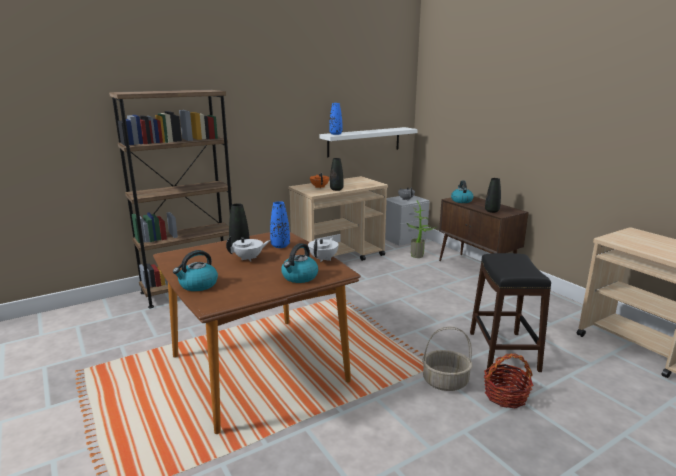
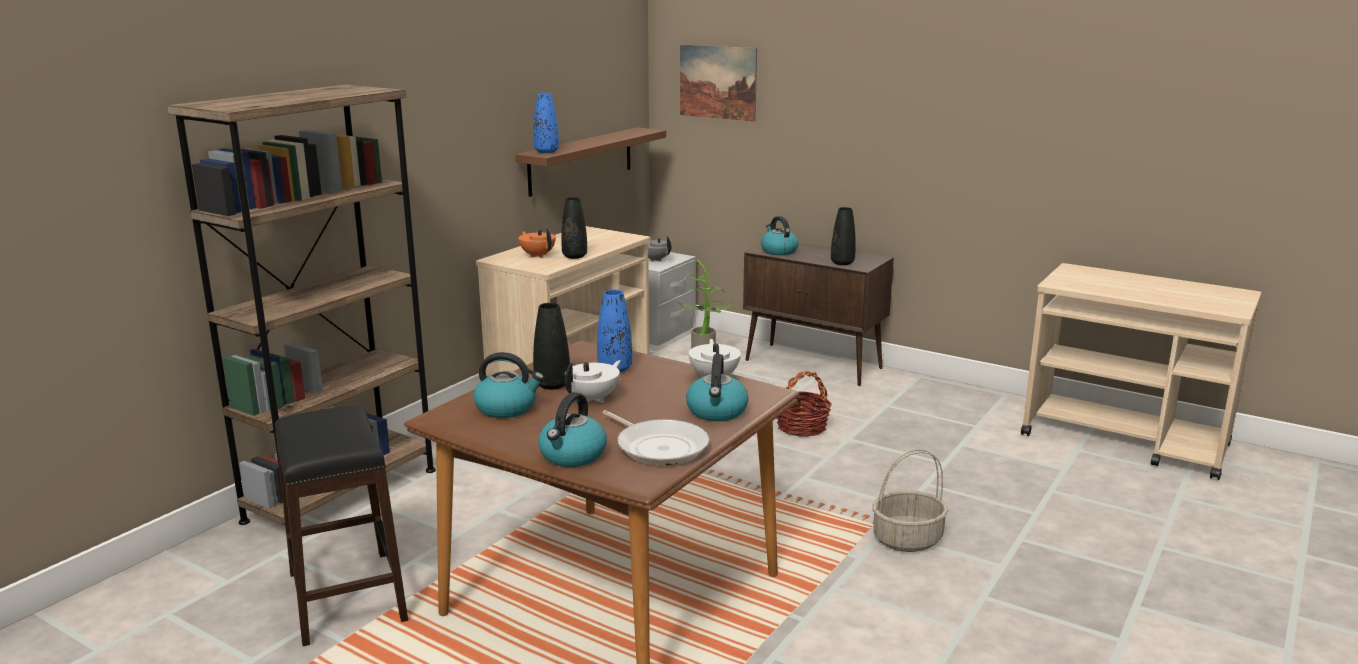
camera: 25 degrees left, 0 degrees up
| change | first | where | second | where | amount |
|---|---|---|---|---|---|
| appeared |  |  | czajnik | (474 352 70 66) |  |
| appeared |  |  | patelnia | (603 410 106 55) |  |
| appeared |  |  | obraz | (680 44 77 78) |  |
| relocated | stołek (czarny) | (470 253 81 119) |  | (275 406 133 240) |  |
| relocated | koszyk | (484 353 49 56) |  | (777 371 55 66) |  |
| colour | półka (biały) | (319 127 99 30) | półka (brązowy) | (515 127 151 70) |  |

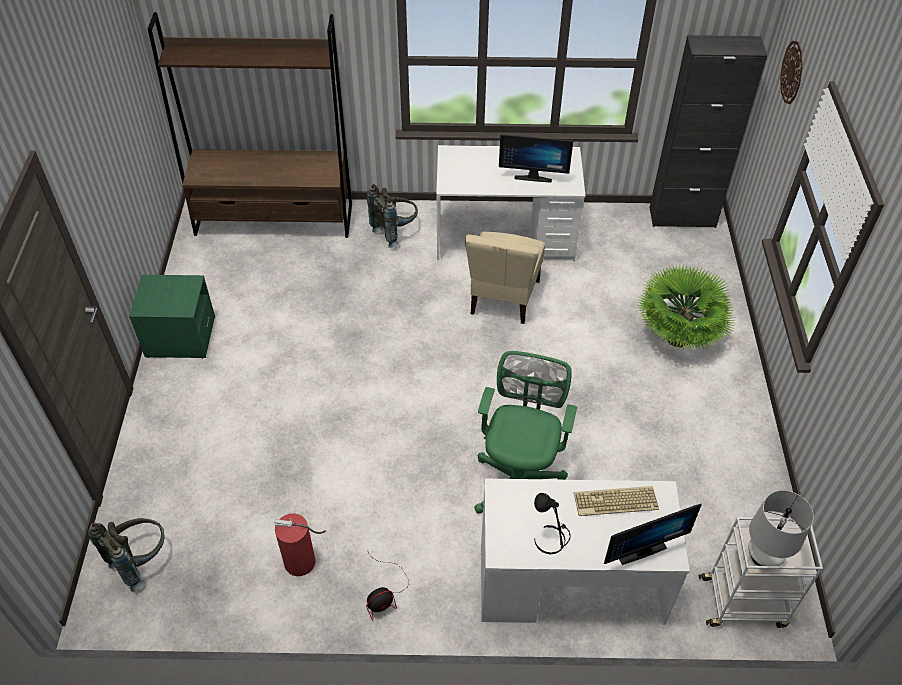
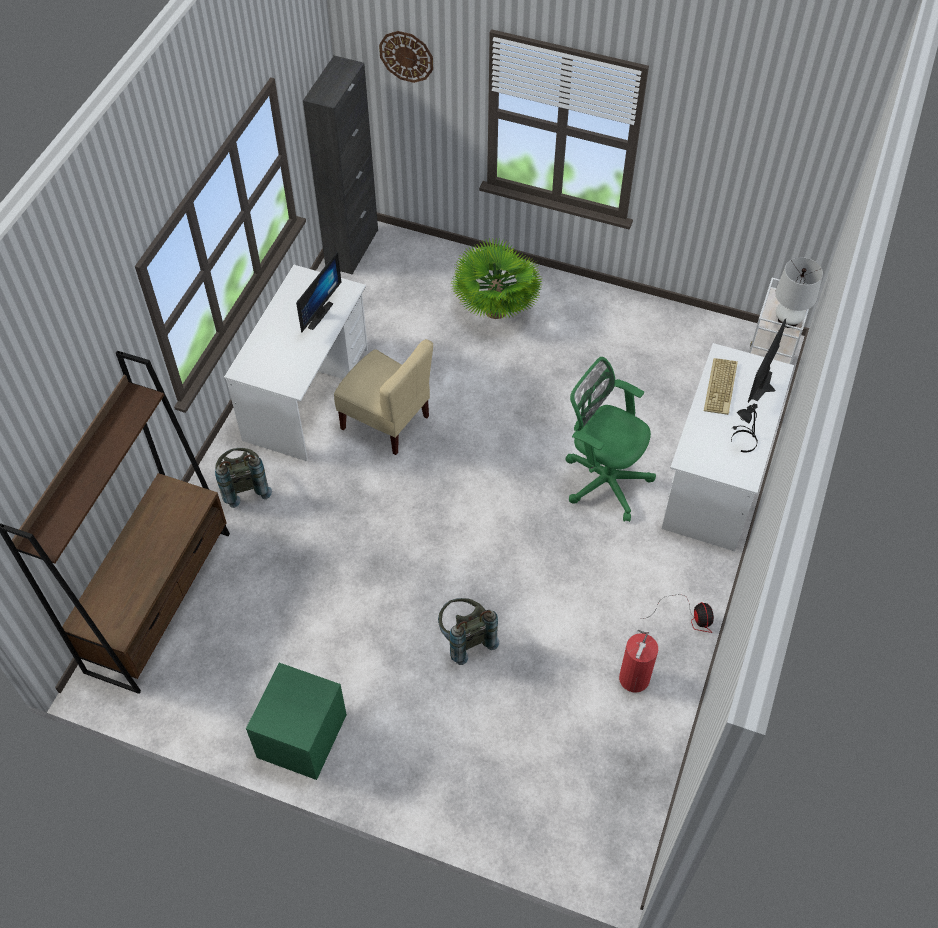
camera: 70 degrees left, 5 degrees up
| change | first | where | second | where | amount |
|---|---|---|---|---|---|
| relocated | plecak (szary) | (88 518 76 74) |  | (438 598 61 67) |  |
| spun | monitor | (604 503 98 62) |  | (748 319 38 84) | 150 degrees counterclockwise |

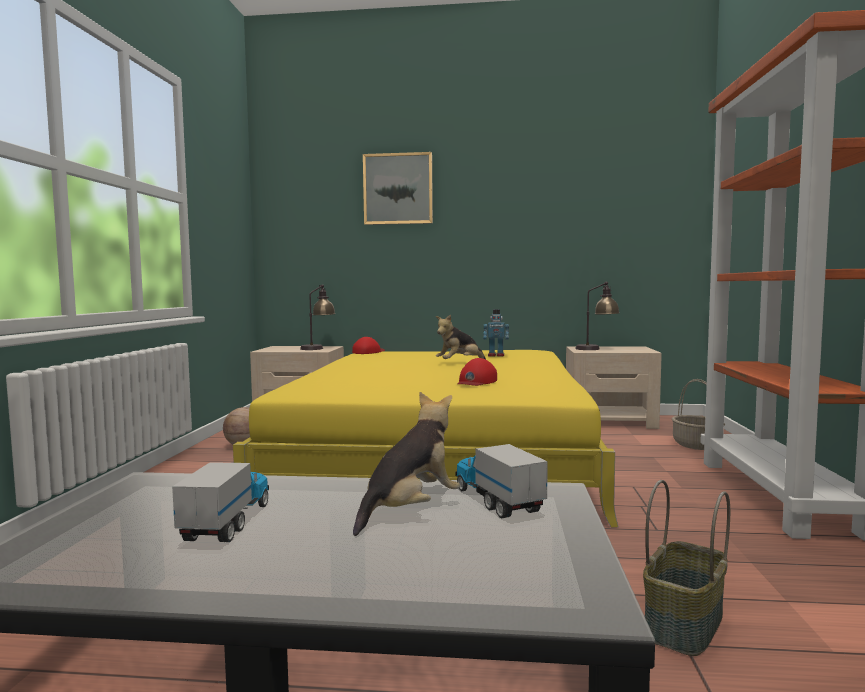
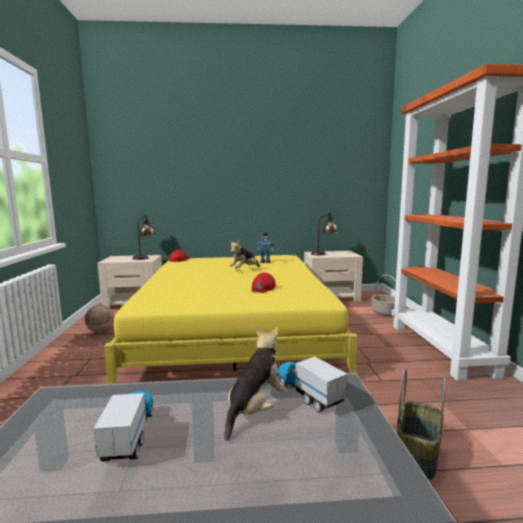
camera: 10 degrees left, 5 degrees up
| change | first | where | second | where | amount |
|---|---|---|---|---|---|
| missing | obraz | (363 152 70 73) |  |  |  |

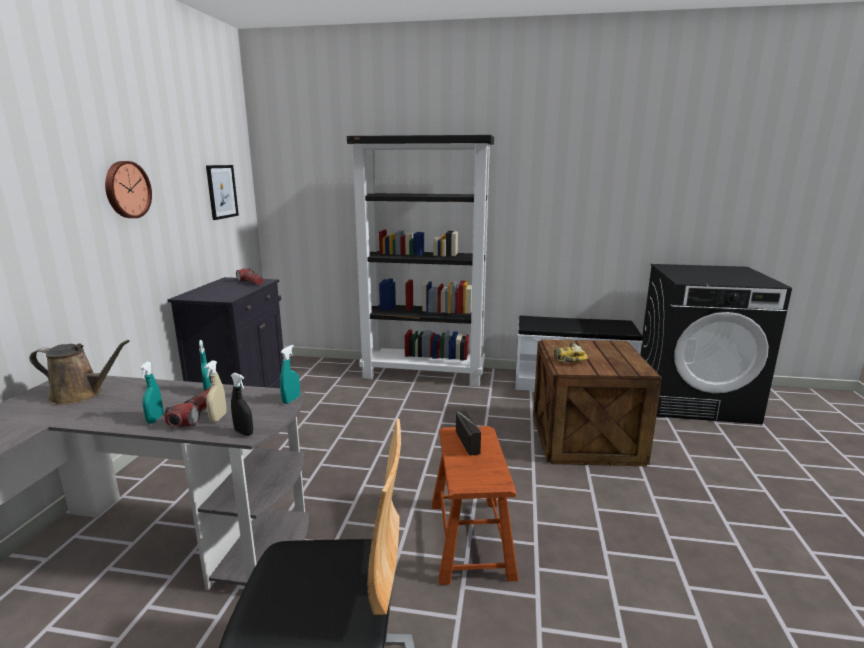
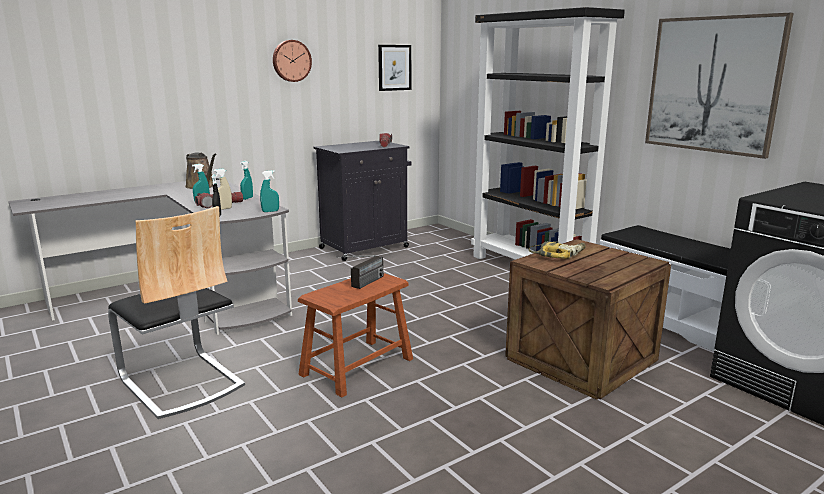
camera: 45 degrees right, 0 degrees up
| change | first | where | second | where | amount |
|---|---|---|---|---|---|
| appeared |  |  | obraz | (645 13 149 146) |  |

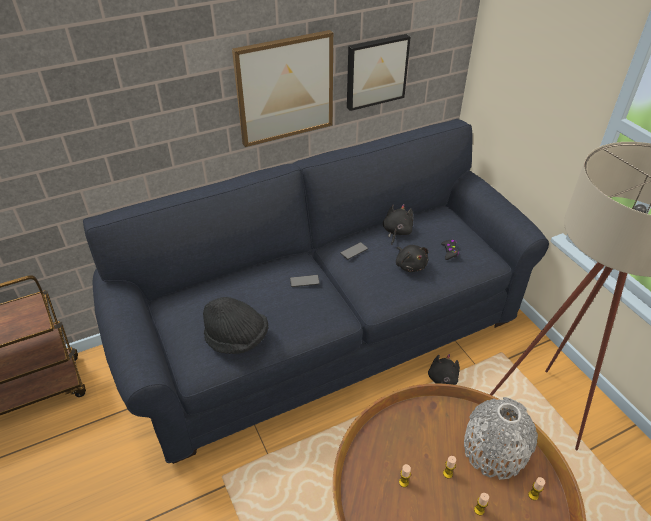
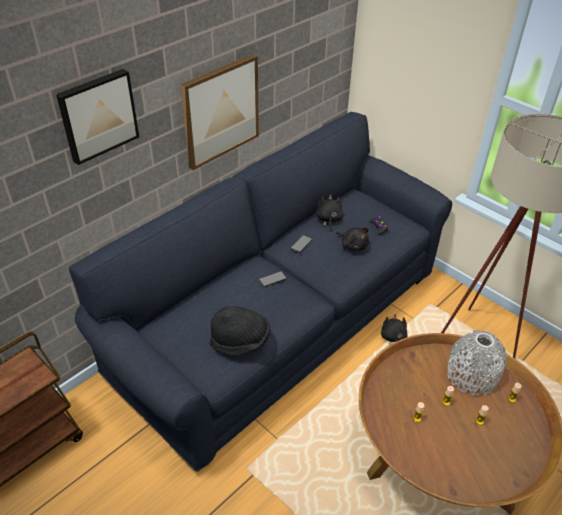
camera: 20 degrees left, 0 degrees up
| change | first | where | second | where | amount |
|---|---|---|---|---|---|
| relocated | obraz | (347 34 63 77) |  | (56 69 83 96) |  |

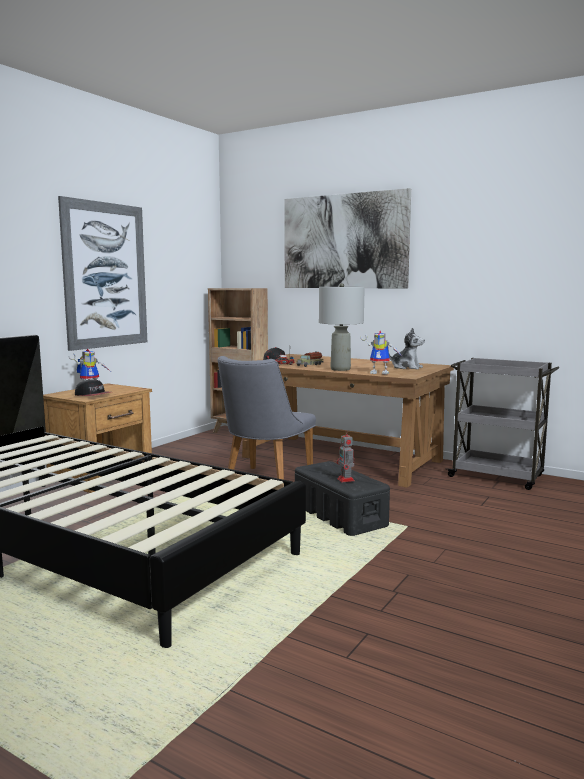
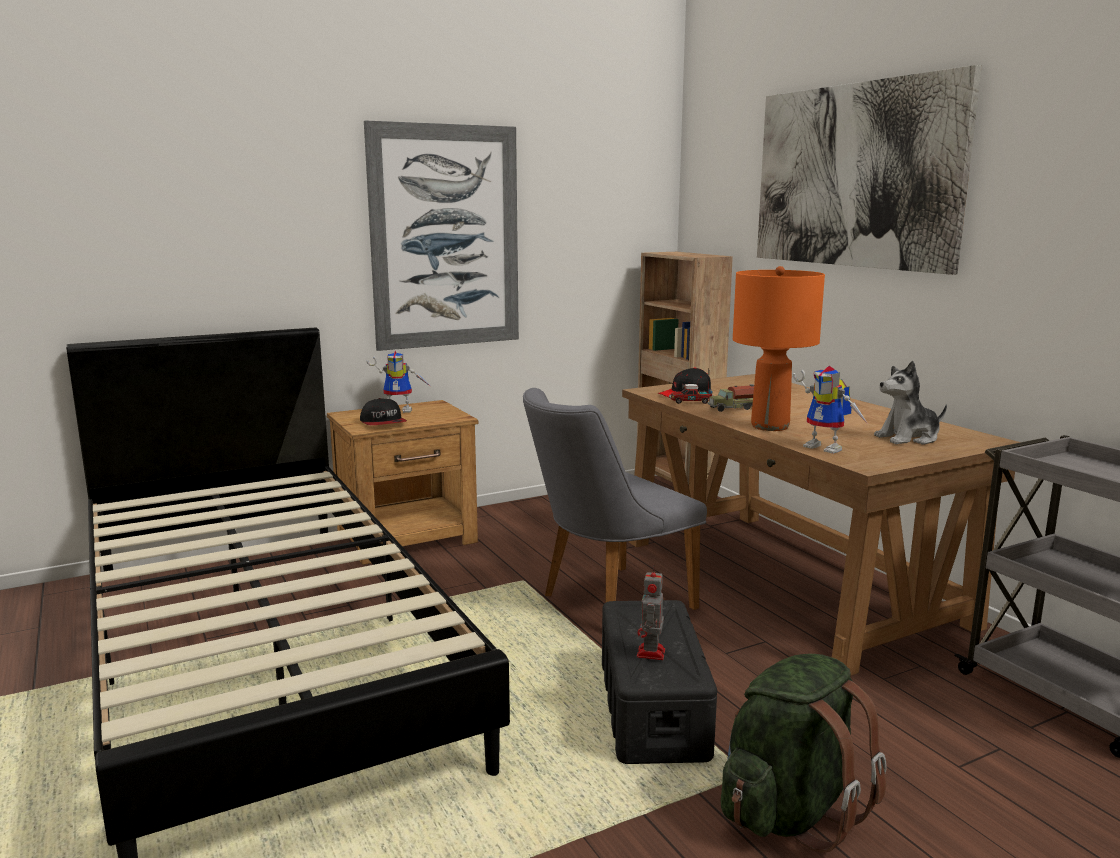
camera: 30 degrees right, 5 degrees up
| change | first | where | second | where | amount |
|---|---|---|---|---|---|
| appeared |  |  | plecak (zielony) | (721 654 166 199) |  |
| colour | lampa stołowa (szary) | (319 283 46 88) | lampa stołowa (pomarańczowy) | (733 266 92 165) |  |
| spun | pluszak | (389 328 36 42) |  | (874 361 73 84) | 105 degrees clockwise |

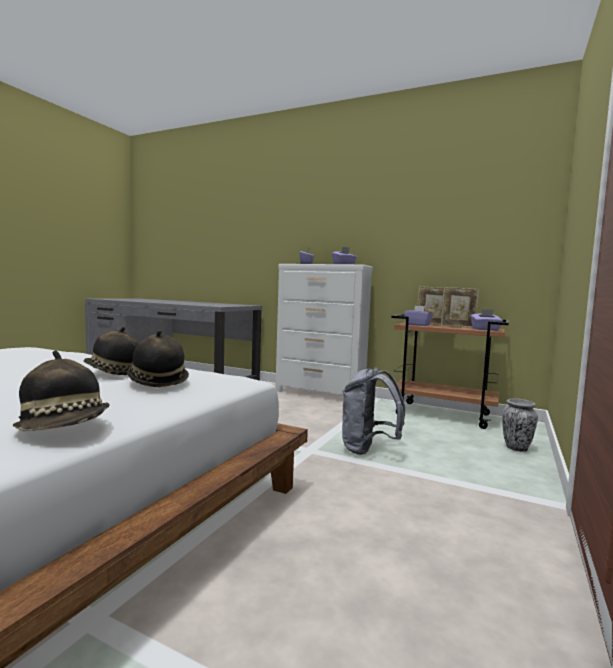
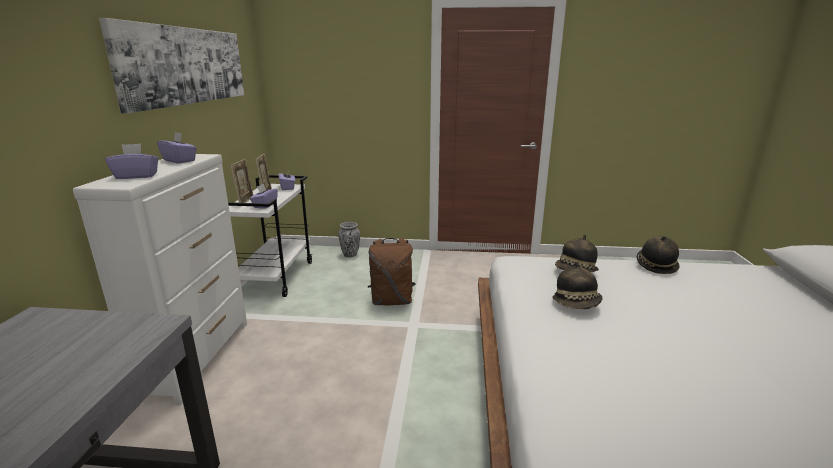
camera: 110 degrees left, 15 degrees up
| change | first | where | second | where | amount |
|---|---|---|---|---|---|
| appeared |  |  | obraz | (99 18 145 96) |  |
| colour | plecak (szary) | (342 367 63 88) | plecak (brązowy) | (368 238 48 67) |  |
| colour | wózek (brązowy) | (391 314 118 115) | wózek (biały) | (228 175 84 122) |  |

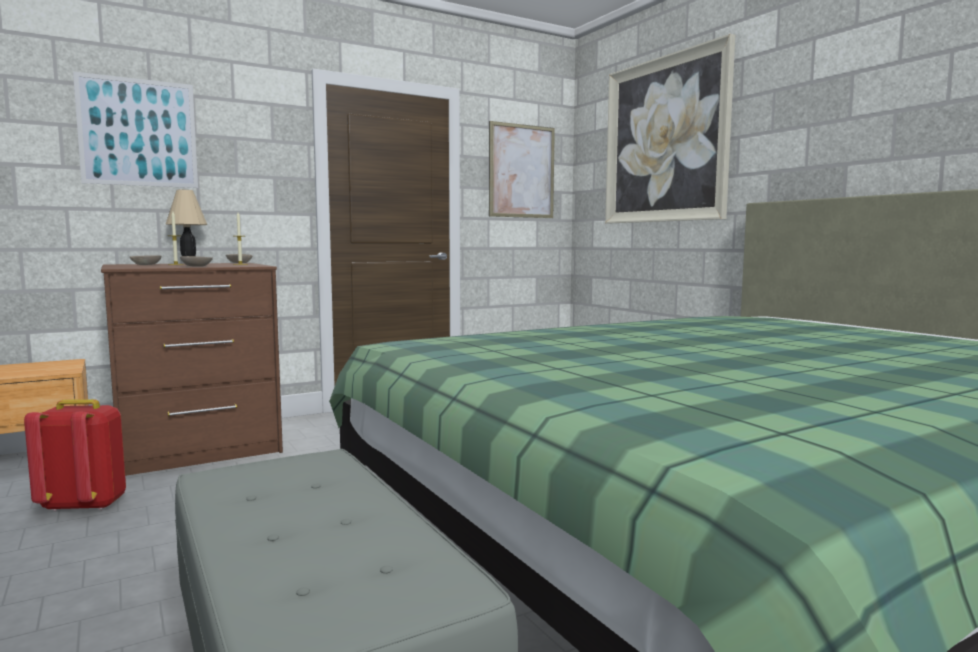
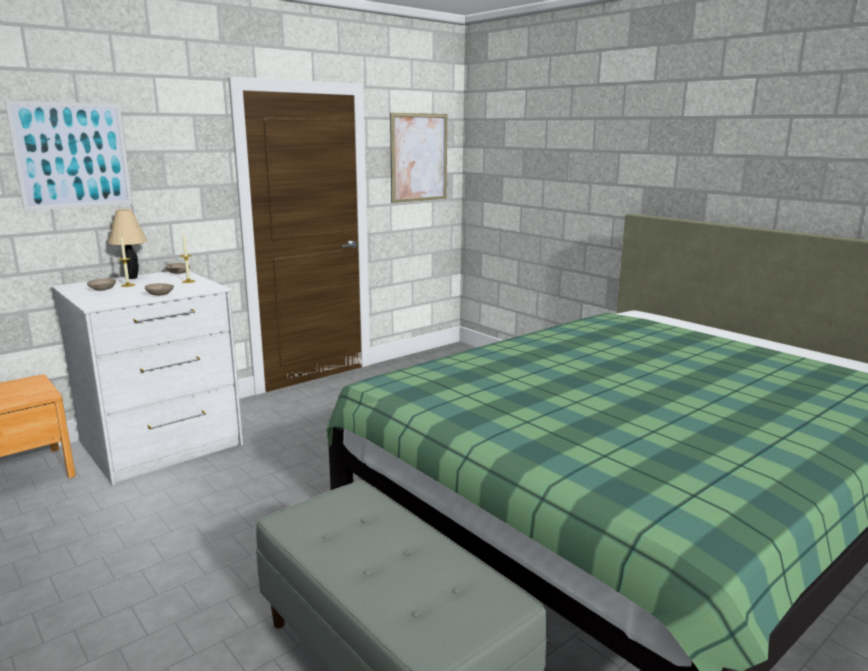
camera: 10 degrees left, 10 degrees up
| change | first | where | second | where | amount |
|---|---|---|---|---|---|
| missing | plecak (czerwony) | (24 399 102 112) |  |  |  |
| missing | obraz | (605 34 130 189) |  |  |  |
| colour | komoda (brązowy) | (101 263 182 213) | komoda (biały) | (52 271 191 214) |  |

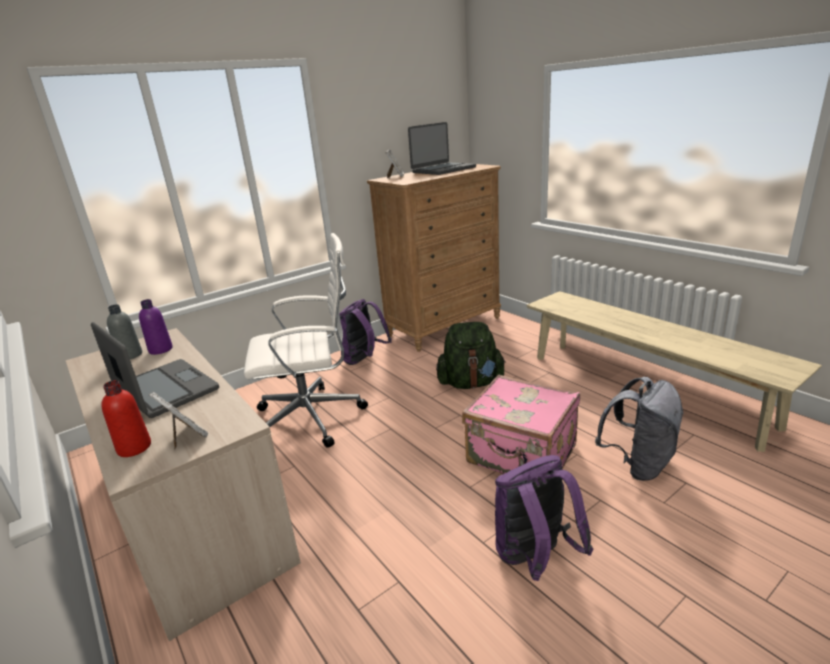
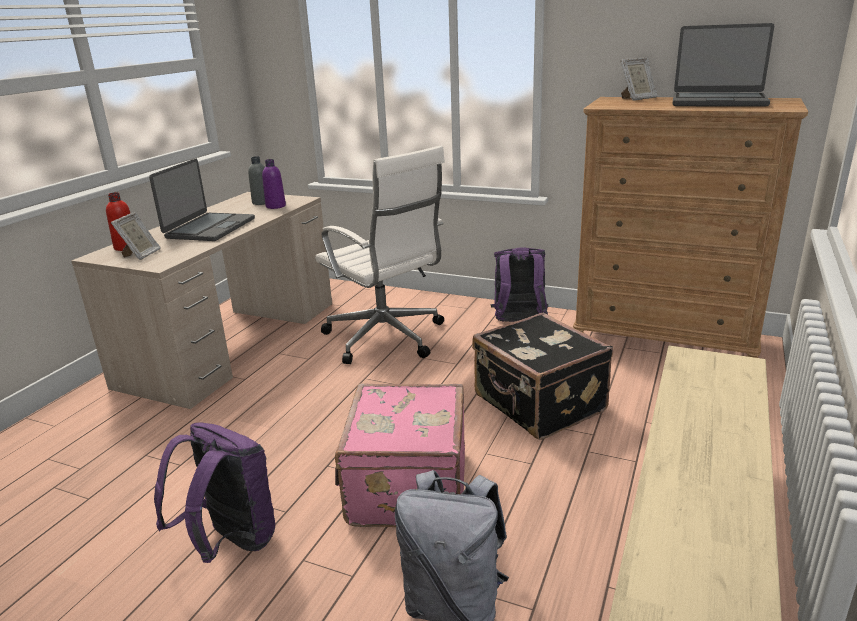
camera: 60 degrees right, 0 degrees up
| change | first | where | second | where | amount |
|---|---|---|---|---|---|
| exchanged | plecak (zielony) | (436 322 70 67) | walizka (czarny) | (472 312 141 128) |  |

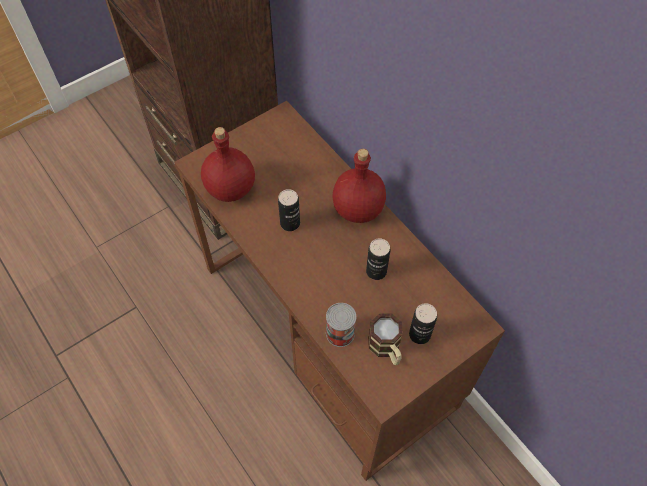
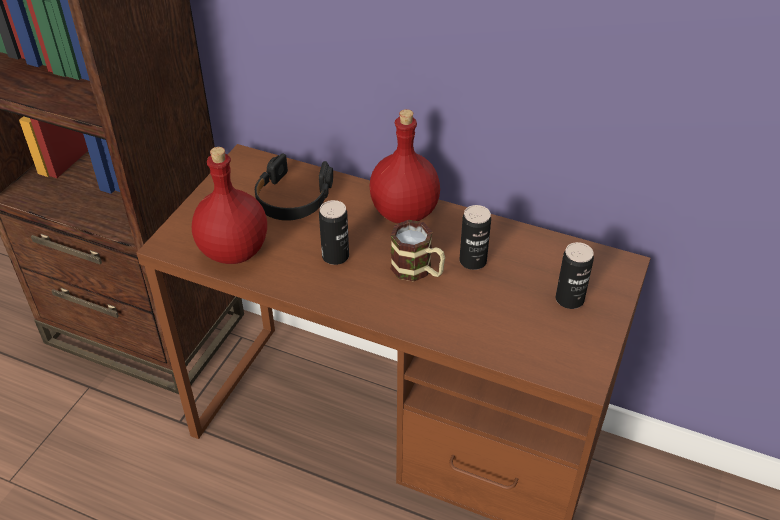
camera: 30 degrees left, 15 degrees down
| change | first | where | second | where | amount |
|---|---|---|---|---|---|
| missing | puszka | (326 303 30 44) |  |  |  |
| appeared |  |  | słuchawki (czarny) | (255 154 78 67) |  |
| relocated | kubek | (368 314 35 51) |  | (391 220 54 62) |  |

